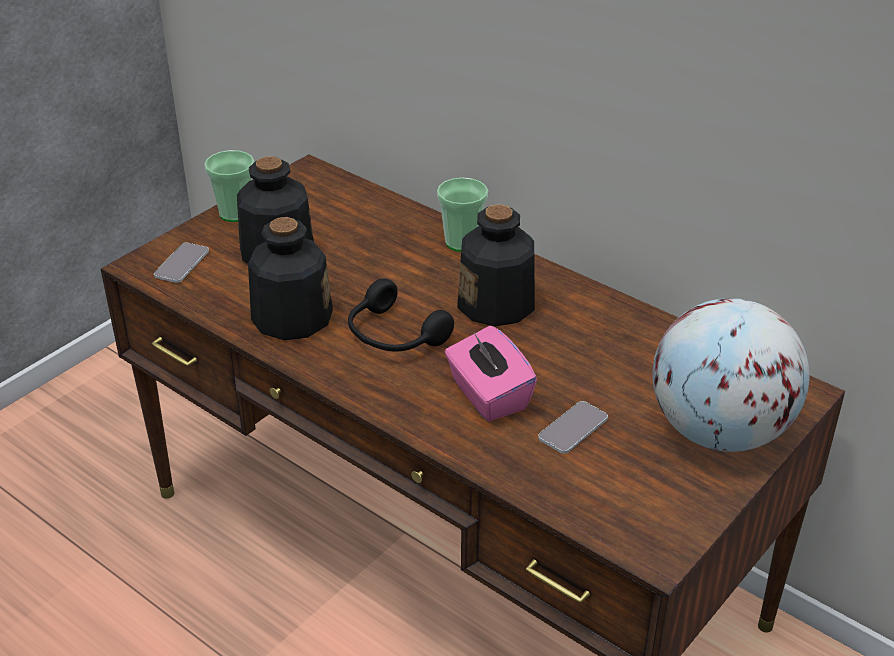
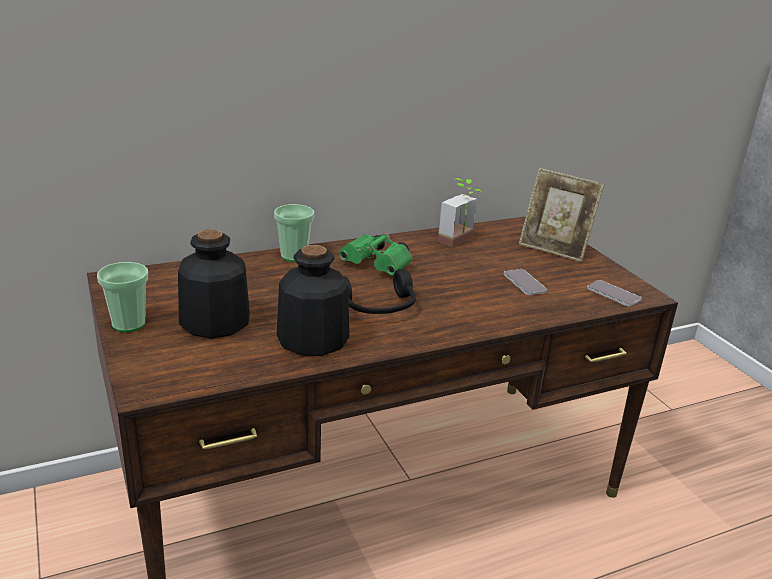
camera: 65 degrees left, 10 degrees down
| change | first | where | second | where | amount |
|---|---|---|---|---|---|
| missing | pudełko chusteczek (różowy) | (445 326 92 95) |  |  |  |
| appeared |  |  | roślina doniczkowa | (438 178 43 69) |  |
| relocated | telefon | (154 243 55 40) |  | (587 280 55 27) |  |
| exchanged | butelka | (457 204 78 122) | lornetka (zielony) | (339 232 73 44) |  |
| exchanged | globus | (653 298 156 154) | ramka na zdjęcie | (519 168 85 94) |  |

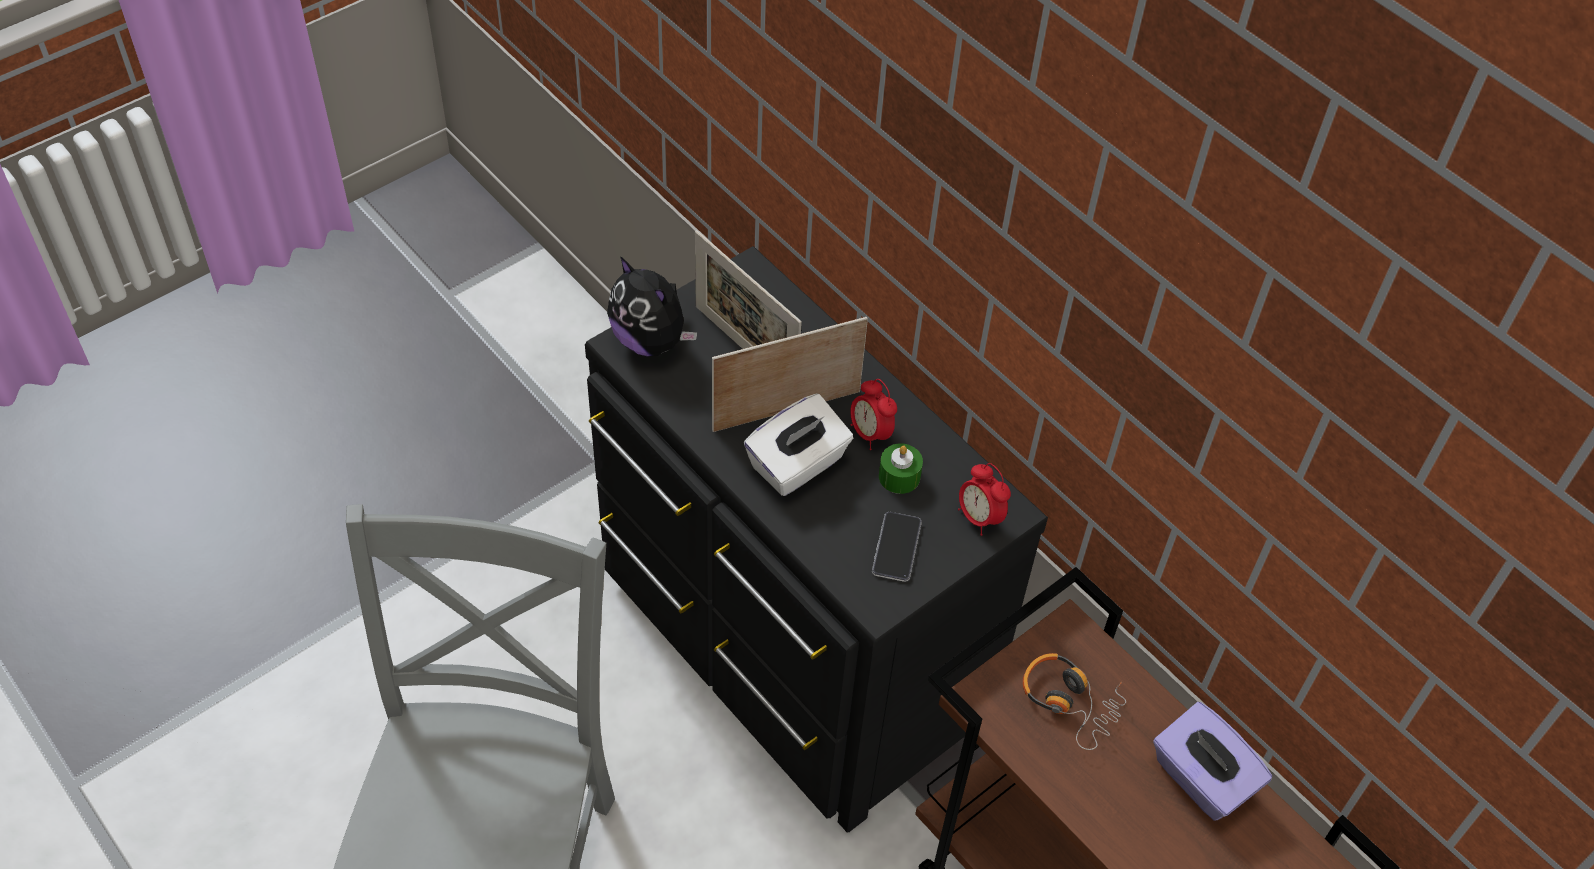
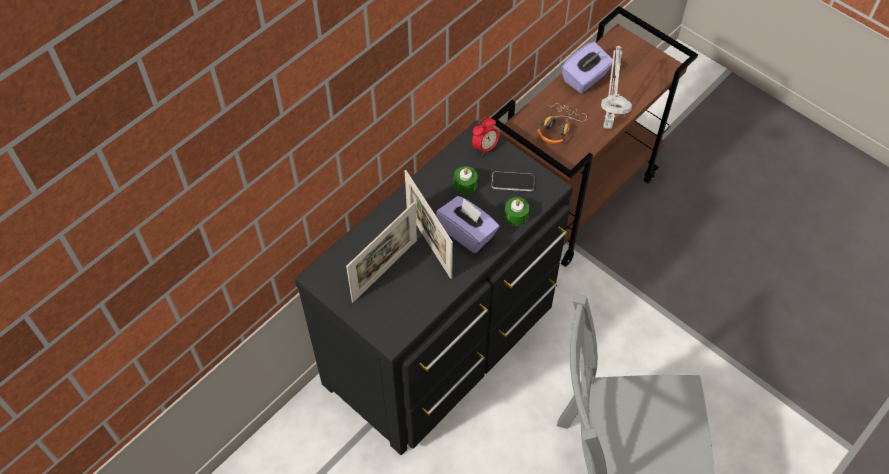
camera: 95 degrees left, 5 degrees up
| change | first | where | second | where | amount |
|---|---|---|---|---|---|
| missing | pluszak | (607 256 90 101) |  |  |  |
| missing | budzik | (850 379 47 71) |  |  |  |
| appeared |  |  | świeca (zielony) | (504 197 25 29) |  |
| appeared |  |  | lampa stołowa (szary) | (601 46 31 83) |  |
| colour | pudełko chusteczek (biały) | (744 393 109 103) | pudełko chusteczek (fioletowy) | (436 196 63 57) |  |

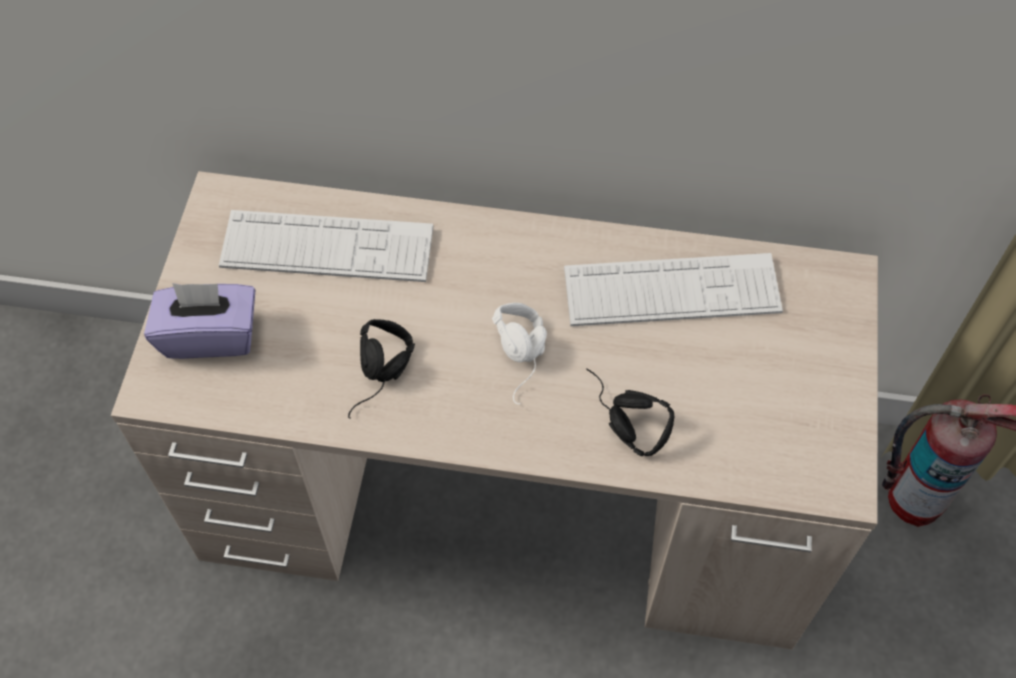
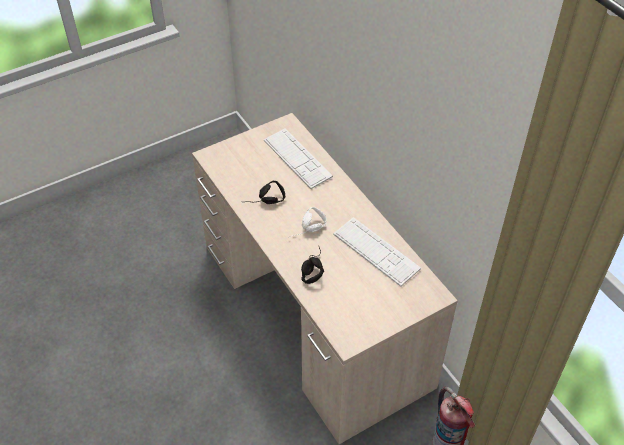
camera: 50 degrees right, 10 degrees down
| change | first | where | second | where | amount |
|---|---|---|---|---|---|
| missing | pudełko chusteczek (fioletowy) | (144 283 112 76) |  |  |  |

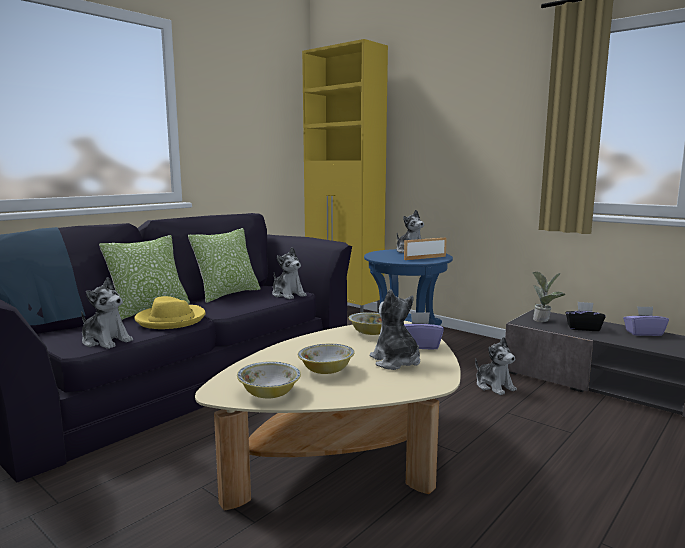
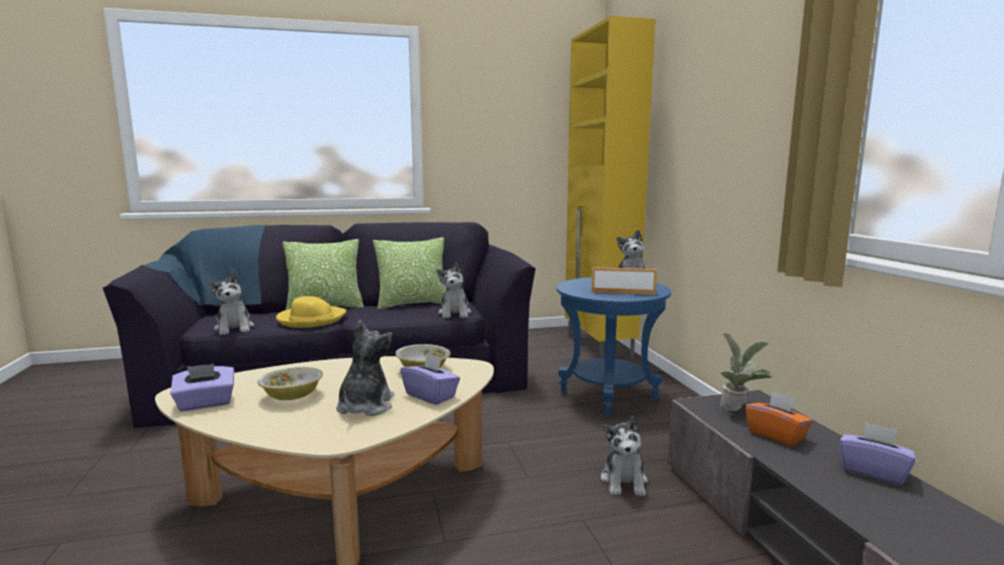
camera: 35 degrees right, 0 degrees up
| change | first | where | second | where | amount |
|---|---|---|---|---|---|
| exchanged | miska | (237 361 64 37) | pudełko chusteczek (fioletowy) | (170 364 64 47) |  |
| colour | pudełko chusteczek (czarny) | (566 302 39 29) | pudełko chusteczek (pomarańczowy) | (745 391 68 56) |  |

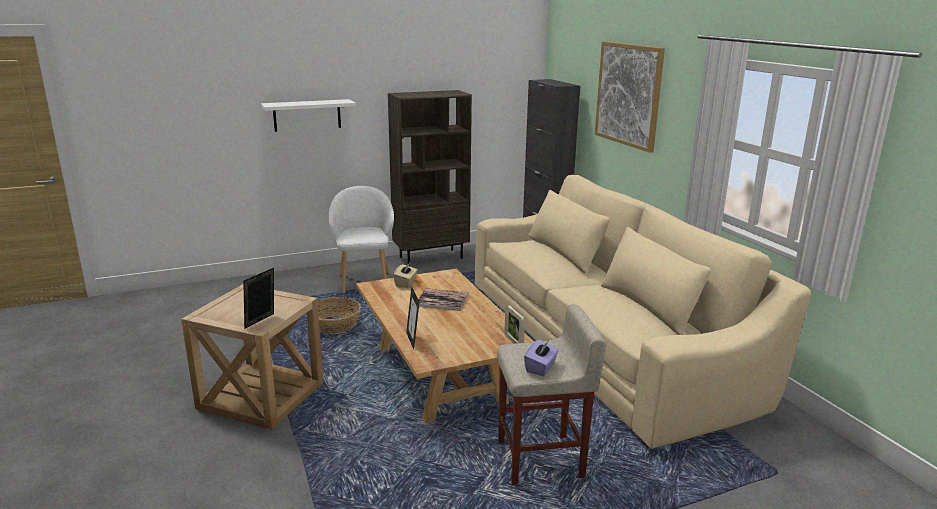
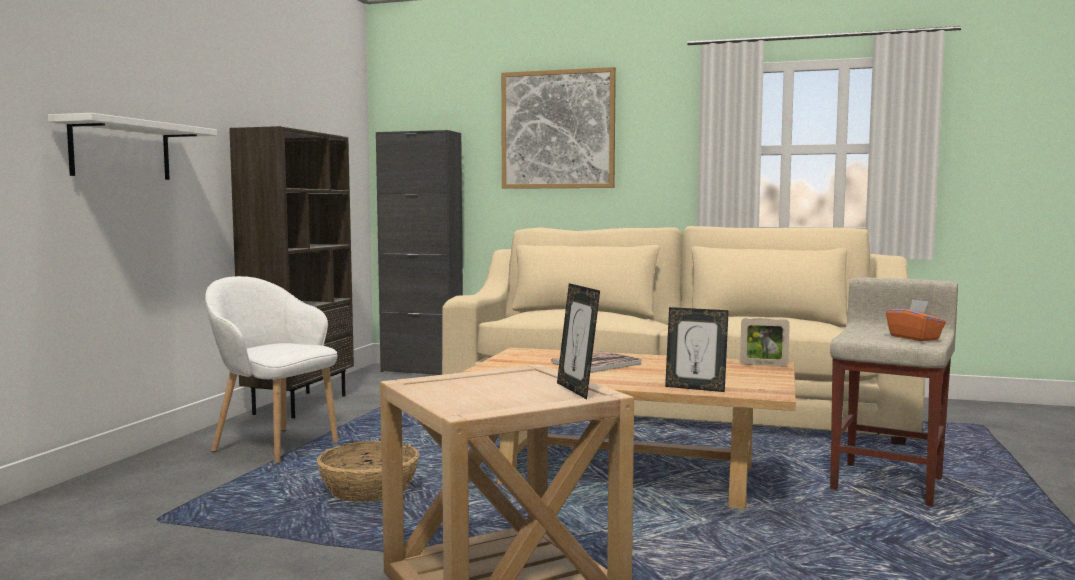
camera: 50 degrees left, 15 degrees down
| change | first | where | second | where | amount |
|---|---|---|---|---|---|
| missing | pudełko chusteczek (beżowy) | (393 263 24 25) |  |  |  |
| colour | pudełko chusteczek (fioletowy) | (524 339 35 37) | pudełko chusteczek (pomarańczowy) | (886 299 60 42) |  |

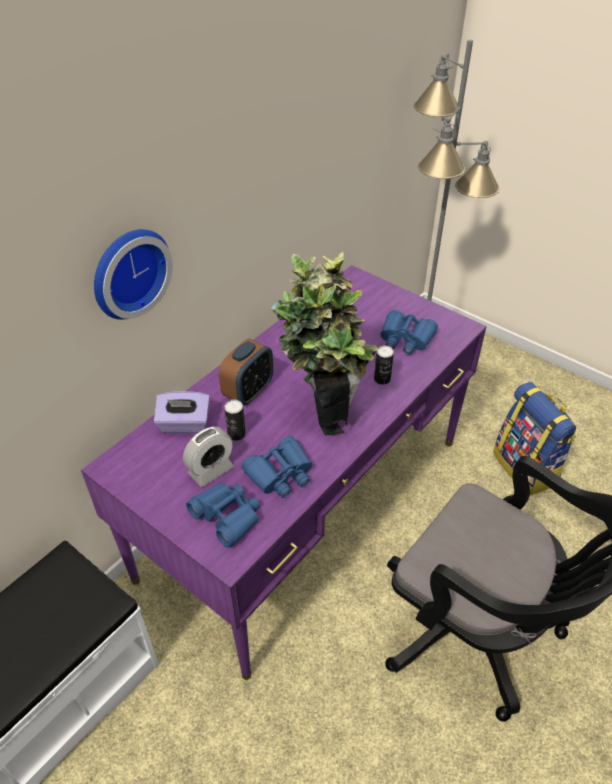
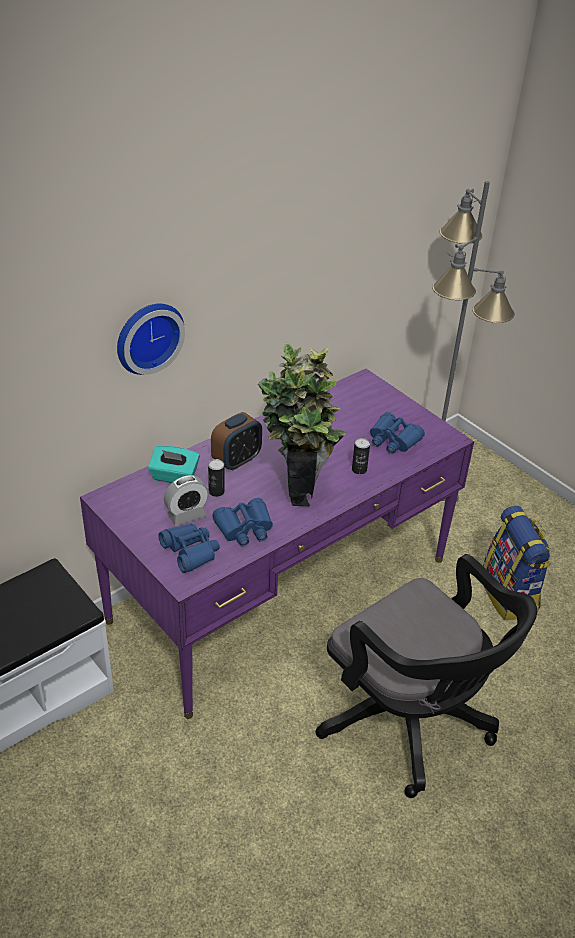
camera: 10 degrees right, 5 degrees down
| change | first | where | second | where | amount |
|---|---|---|---|---|---|
| colour | pudełko chusteczek (fioletowy) | (154 391 56 42) | pudełko chusteczek (turkusowy) | (148 446 52 37) |  |

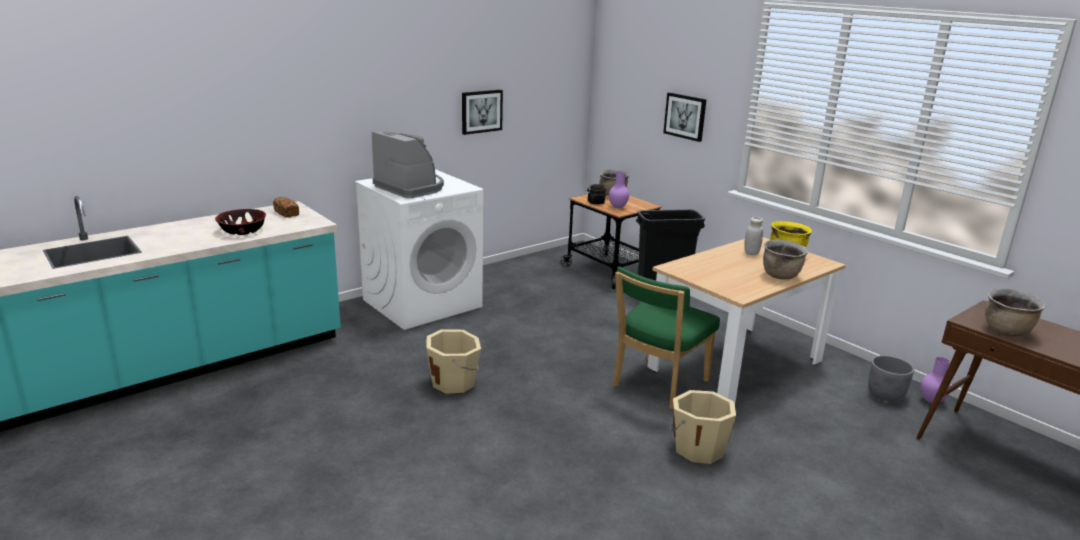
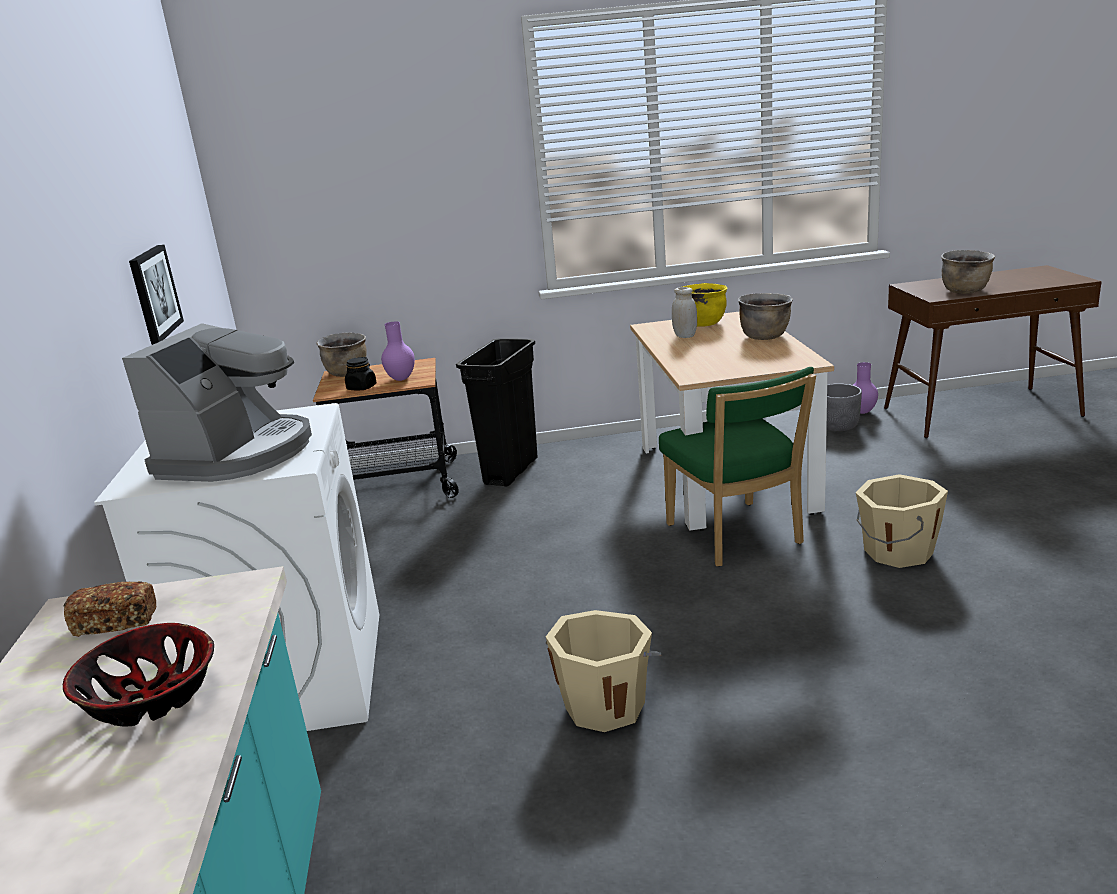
camera: 55 degrees left, 0 degrees up
| change | first | where | second | where | amount |
|---|---|---|---|---|---|
| missing | obraz | (663 93 43 49) |  |  |  |
| spun | ekspres do kawy | (372 131 72 67) |  | (122 323 190 159) | 120 degrees clockwise |

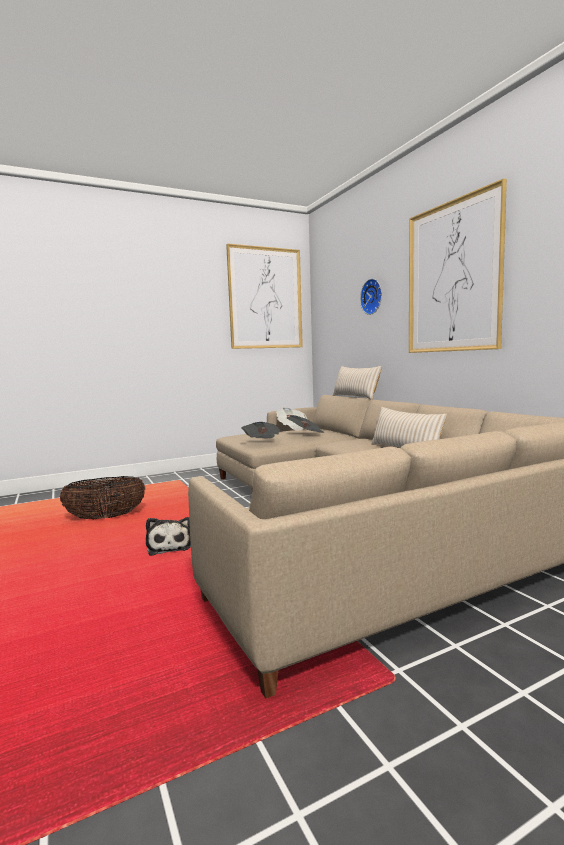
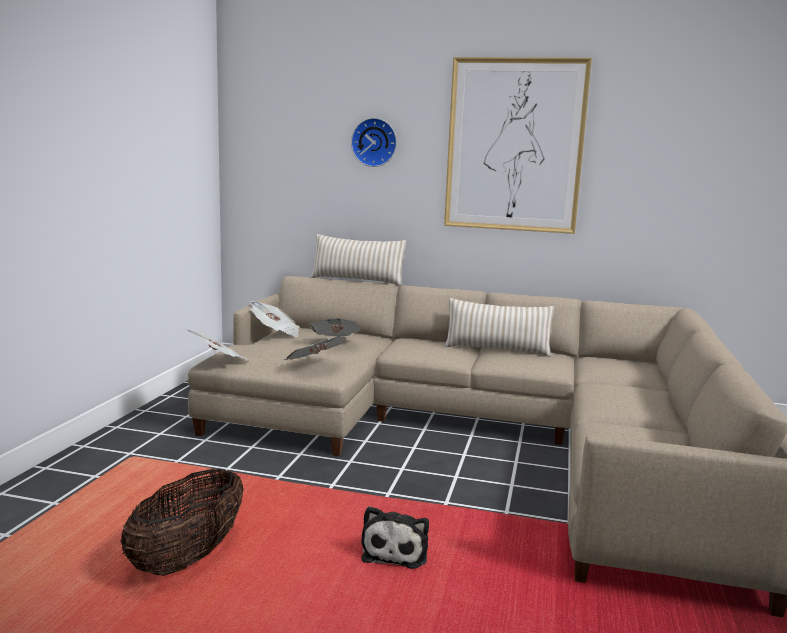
camera: 50 degrees left, 5 degrees up
| change | first | where | second | where | amount |
|---|---|---|---|---|---|
| missing | obraz | (226 244 77 105) |  |  |  |
| appeared |  |  | gazeta | (184 329 64 31) |  |
| spun | pluszak | (146 517 45 39) |  | (361 506 68 63) | 75 degrees clockwise |

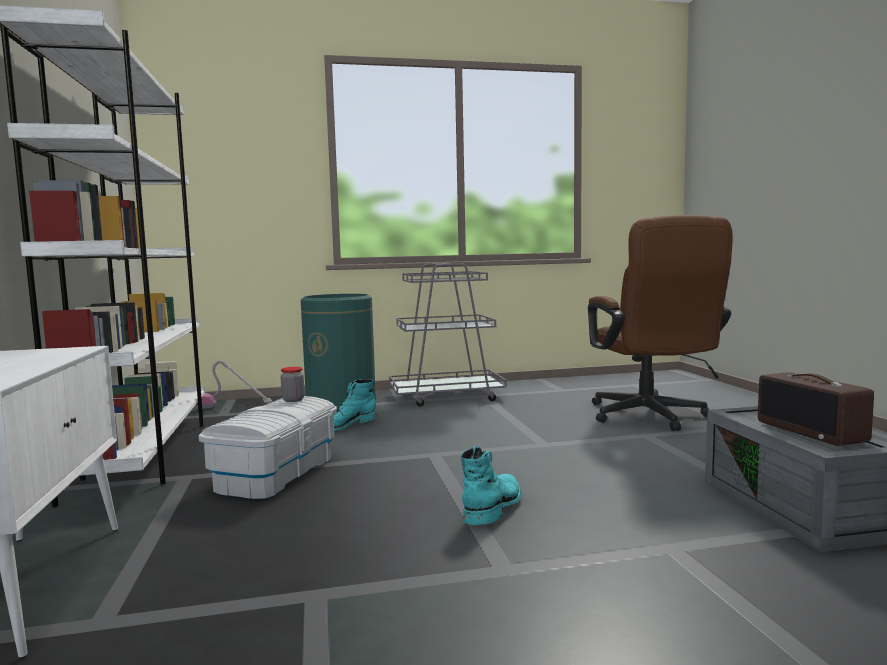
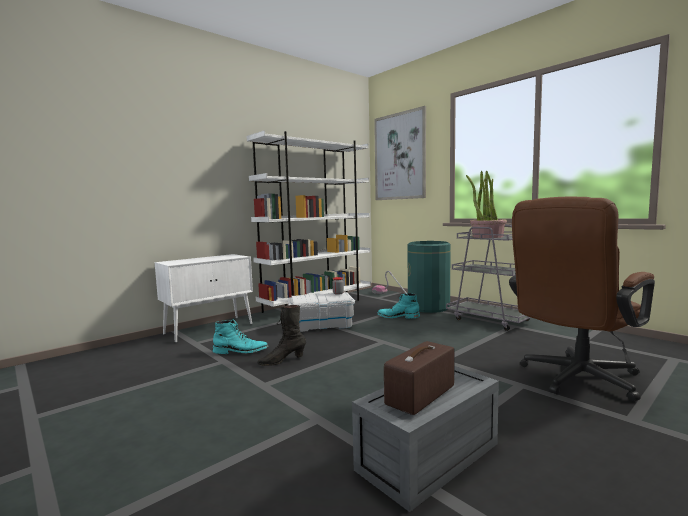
camera: 60 degrees right, 0 degrees up
| change | first | where | second | where | amount |
|---|---|---|---|---|---|
| appeared |  |  | but z cholewką (czarny) | (257 305 49 61) |  |
| appeared |  |  | obraz | (374 106 52 94) |  |
| appeared |  |  | roślina doniczkowa | (466 171 41 67) |  |
| relocated | but z cholewką (turkusowy) | (460 446 61 79) |  | (213 320 55 34) |  |

